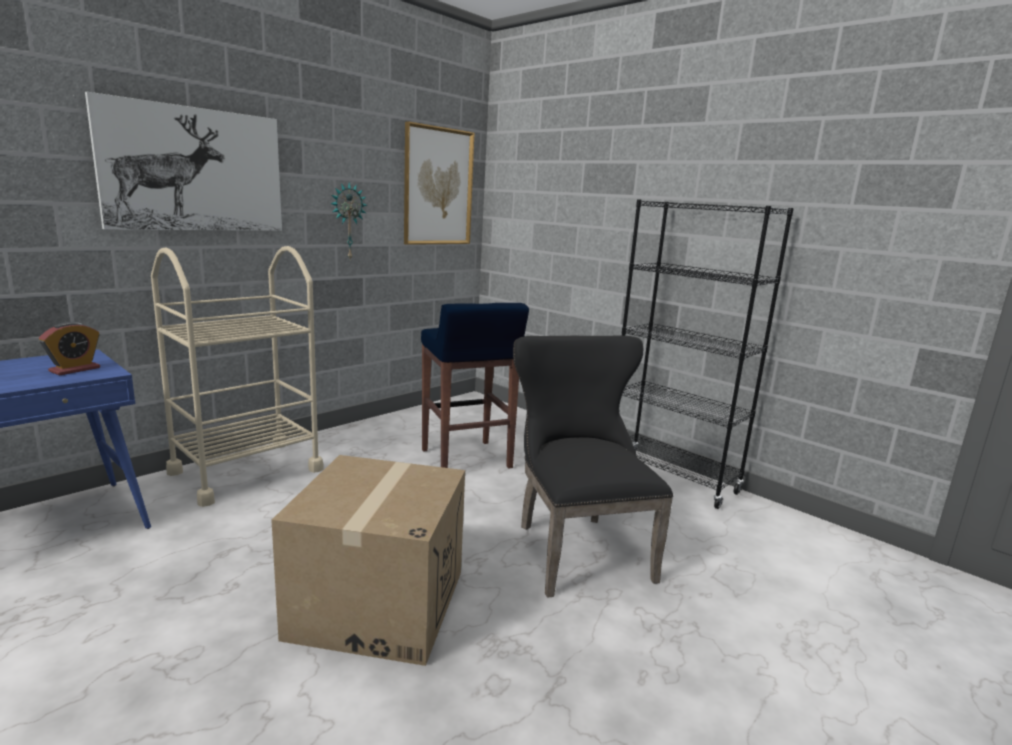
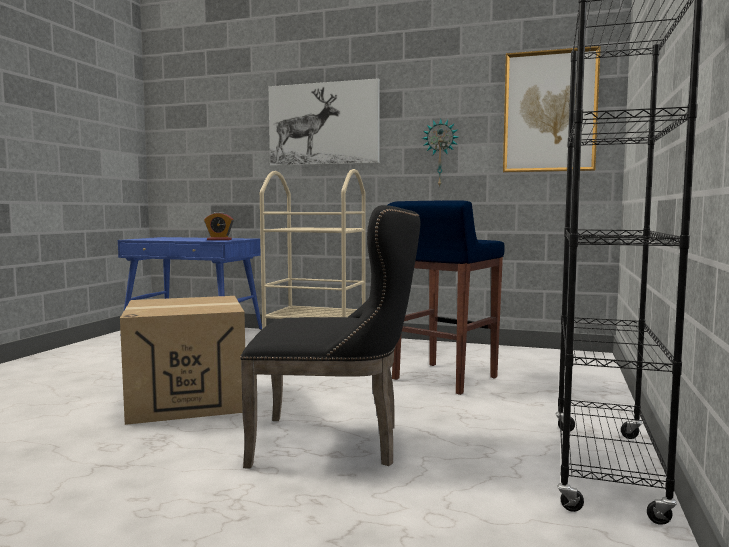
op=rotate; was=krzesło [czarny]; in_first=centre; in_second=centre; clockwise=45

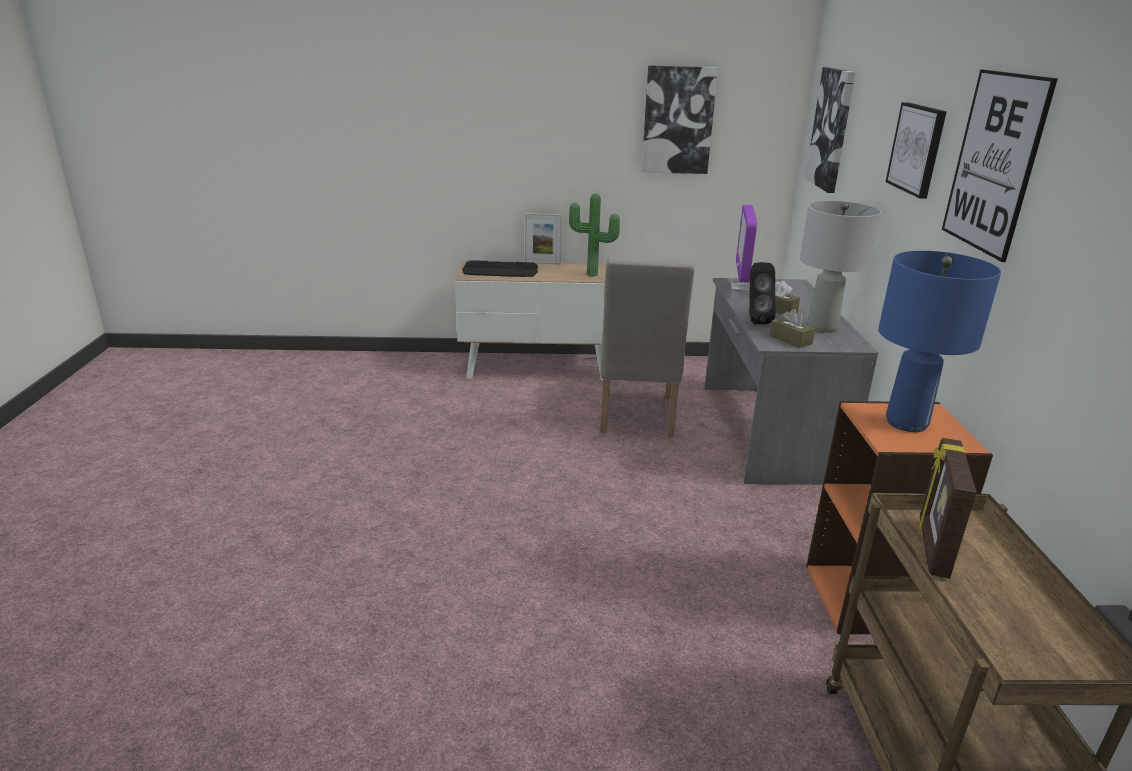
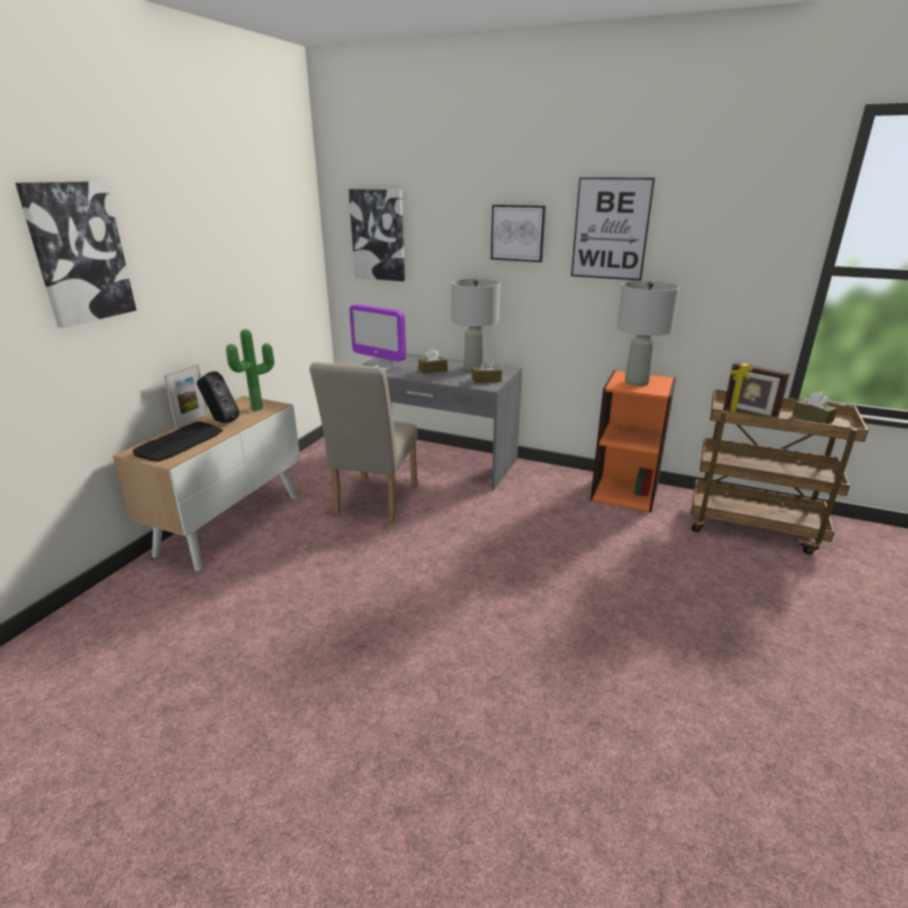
op=rotate; was=krzesło [beżowy]; in_first=centre; in_second=centre; clockwise=75
op=move; was=obraz (1st from left); in_first=top centre; in_second=top left
op=move; was=głośnik [czarny]; in_first=middle right; in_second=middle left
op=recolor; was=lampa stołowa [niebieski]; now=lampa stołowa [szary] (2nd from left); in_first=middle right; in_second=middle right
op=insert; now=pudełko chusteczek [brązowy] (3rd from left); in_second=middle right

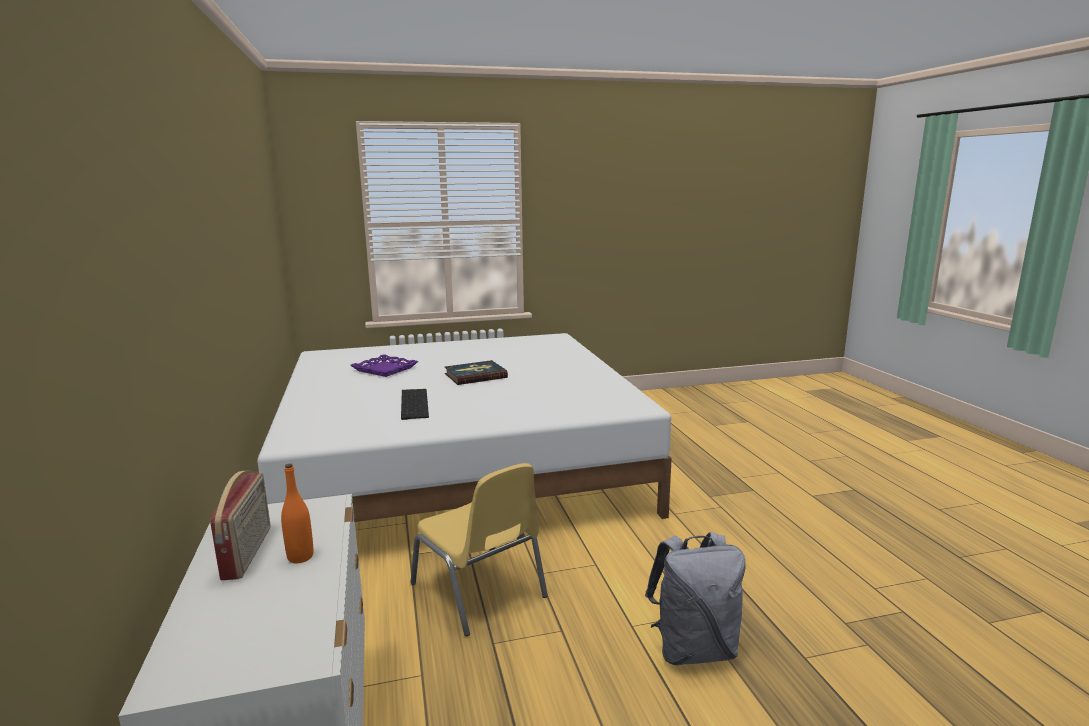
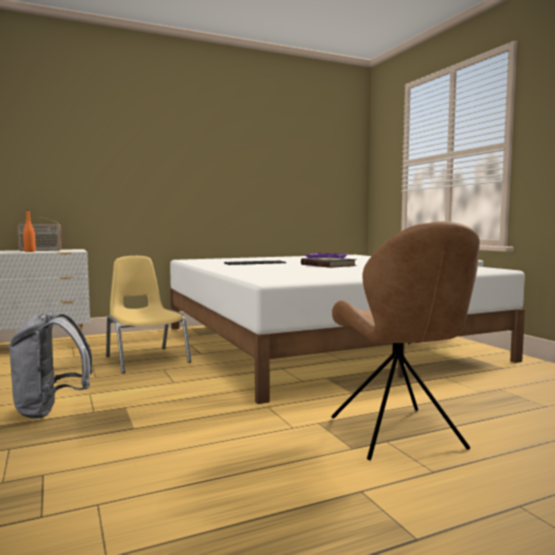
op=rotate; was=krzesło [żółty]; in_first=bottom centre; in_second=middle left; clockwise=105
op=insert; now=krzesło [brązowy]; in_second=middle right

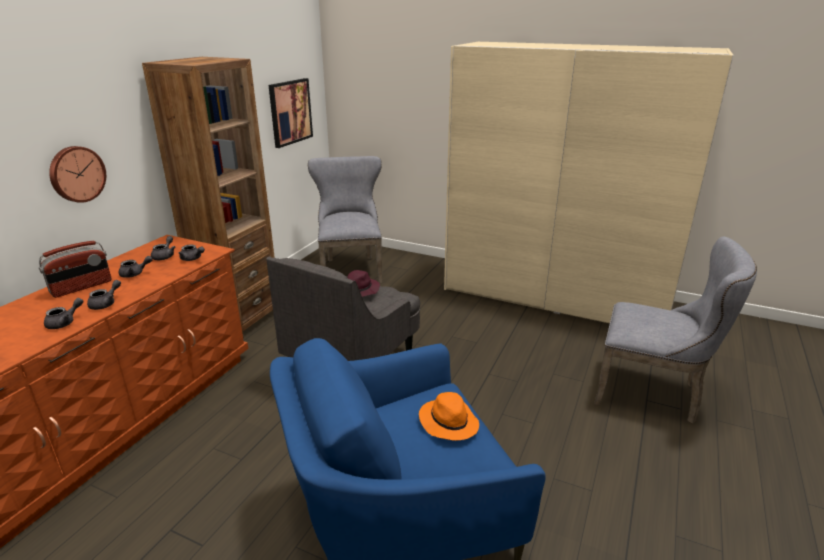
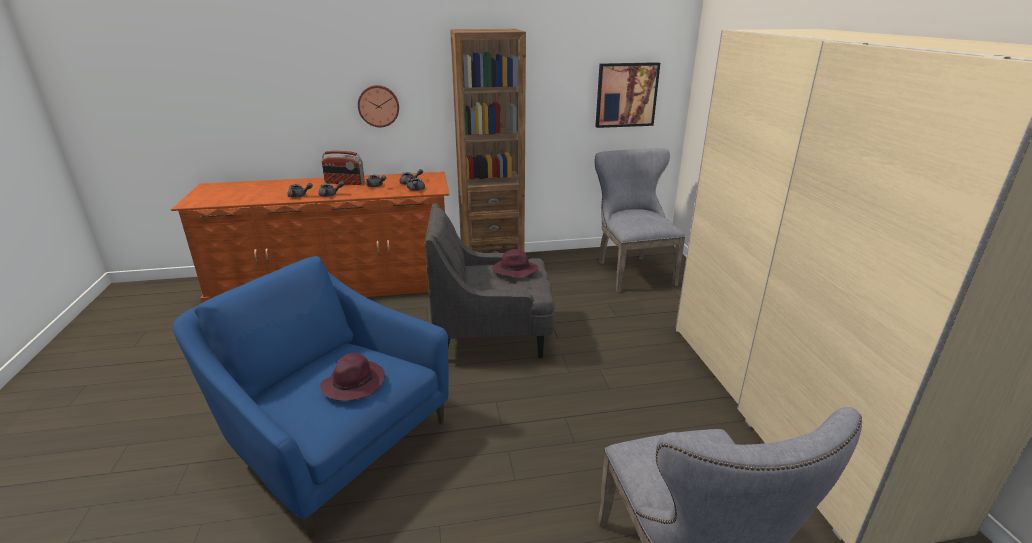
op=rotate; was=krzesło [szary] (1st from left); in_first=centre; in_second=centre; clockwise=-60
op=recolor; was=kapelusz [pomarańczowy]; now=kapelusz [fioletowy] (1st from left); in_first=bottom centre; in_second=bottom centre

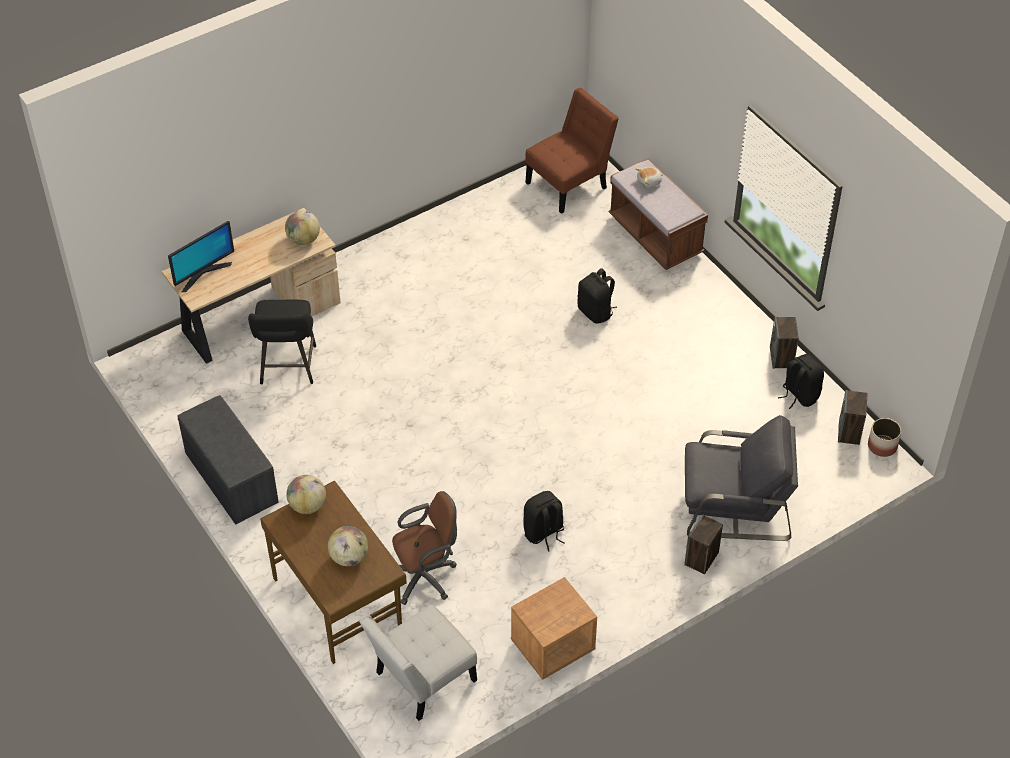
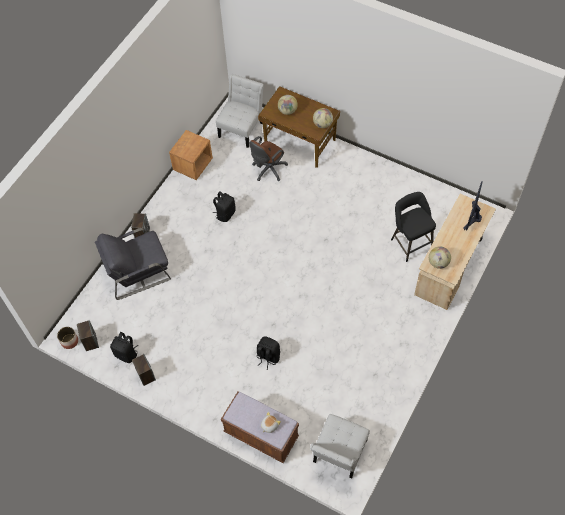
op=delete; was=ławka [szary]; in_first=middle left
op=recolor; was=krzesło [brązowy]; now=krzesło [biały] (2nd from left); in_first=top centre; in_second=bottom centre

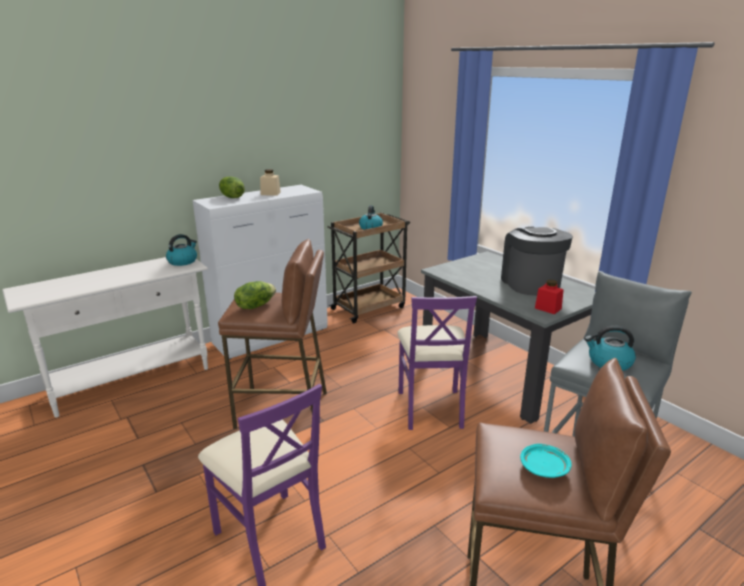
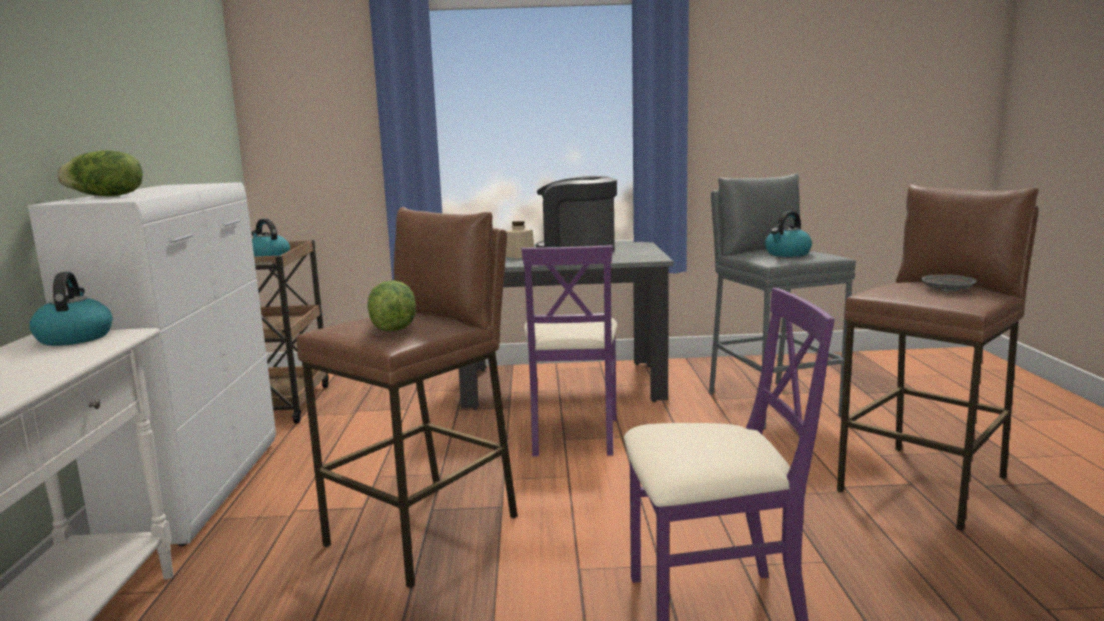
op=move; was=słoik [beżowy]; in_first=top centre; in_second=centre
op=rotate; was=krzesło [fioletowy] (2nd from left in the first image); in_first=centre; in_second=centre; clockwise=60
op=recolor; was=talerz [turkusowy]; now=talerz [szary]; in_first=bottom right; in_second=middle right
op=delete; was=słoik [czerwony]; in_first=middle right

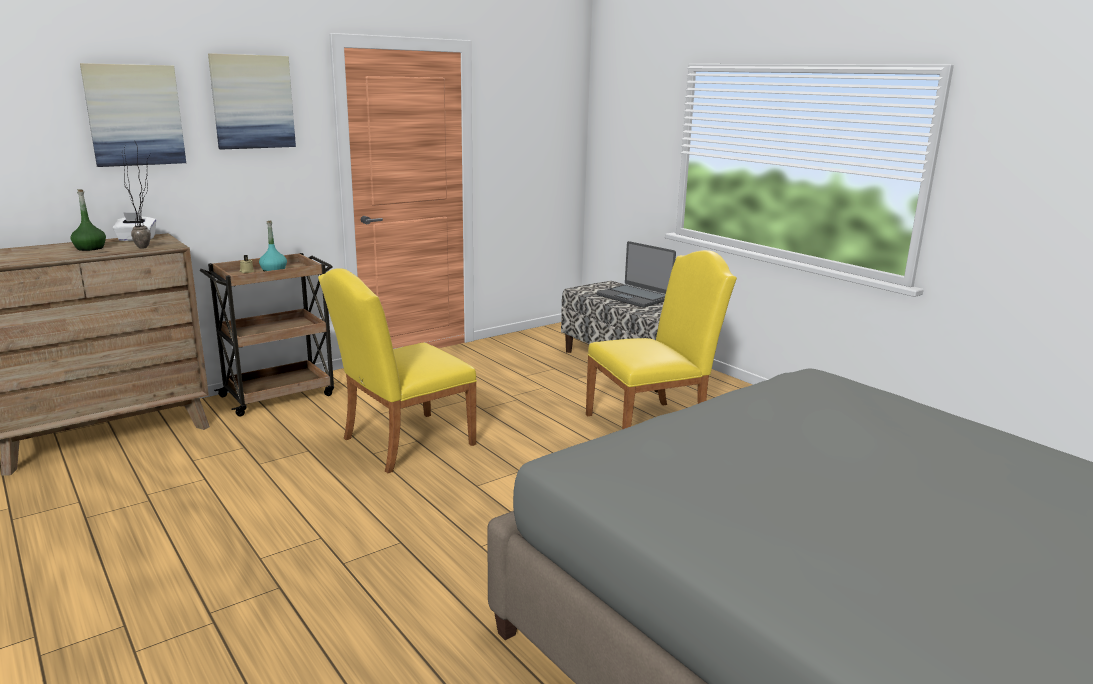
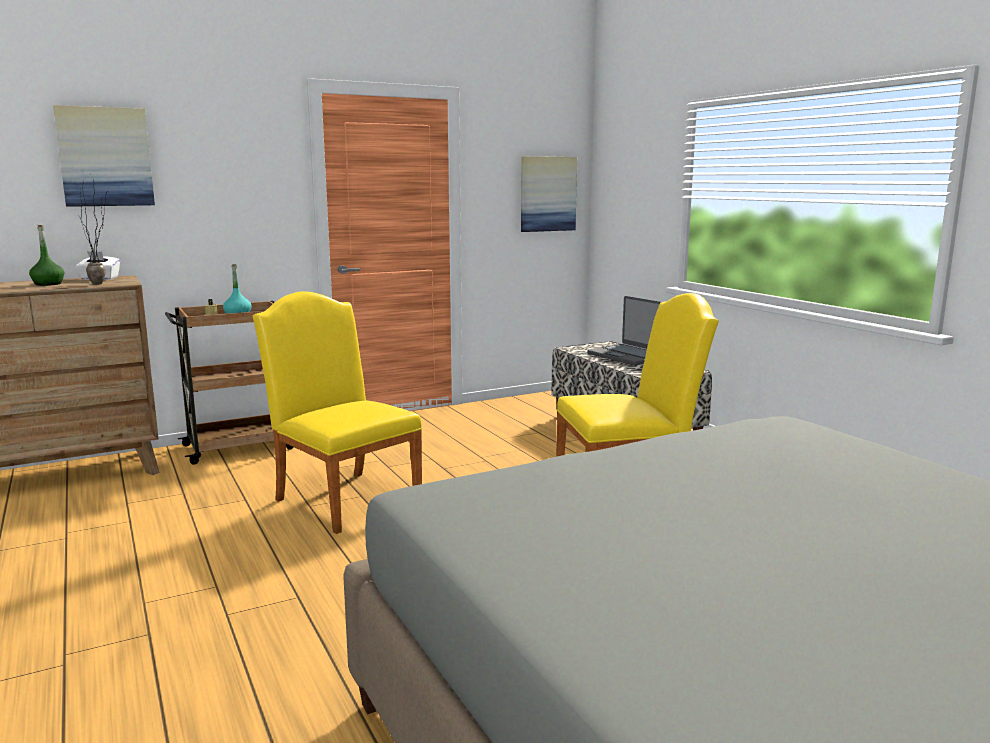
op=move; was=obraz (2nd from left); in_first=top left; in_second=top centre
op=rotate; was=krzesło [żółty] (1st from left); in_first=centre; in_second=centre; clockwise=75

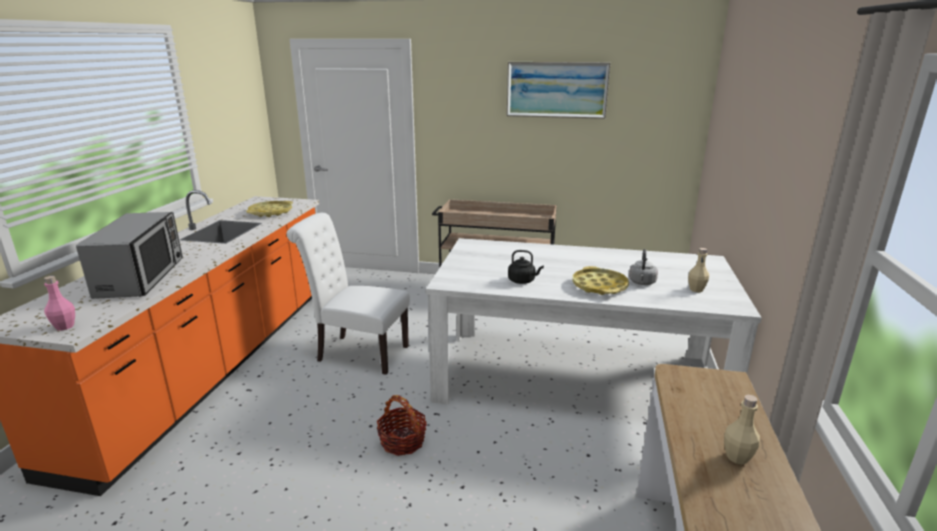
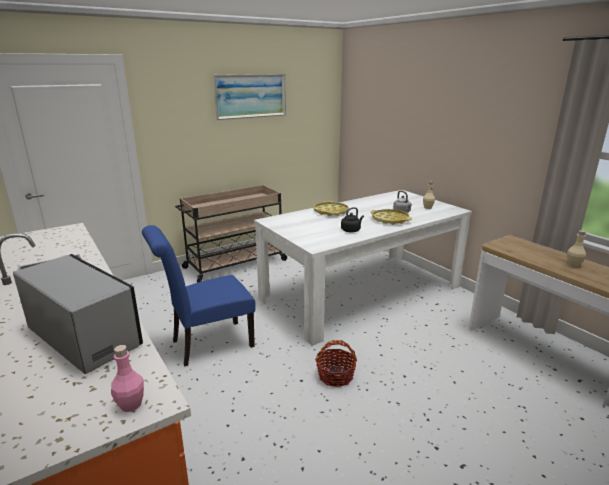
op=move; was=taca [żółty] (1st from left); in_first=middle left; in_second=centre
op=recolor; was=krzesło [biały]; now=krzesło [niebieski]; in_first=centre; in_second=middle left

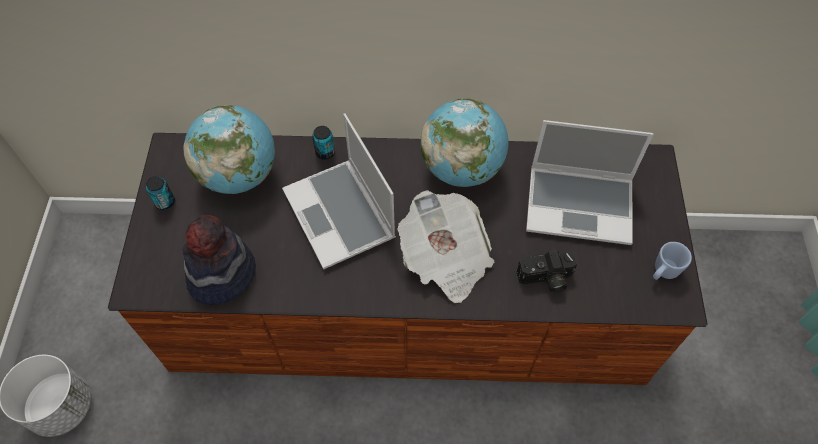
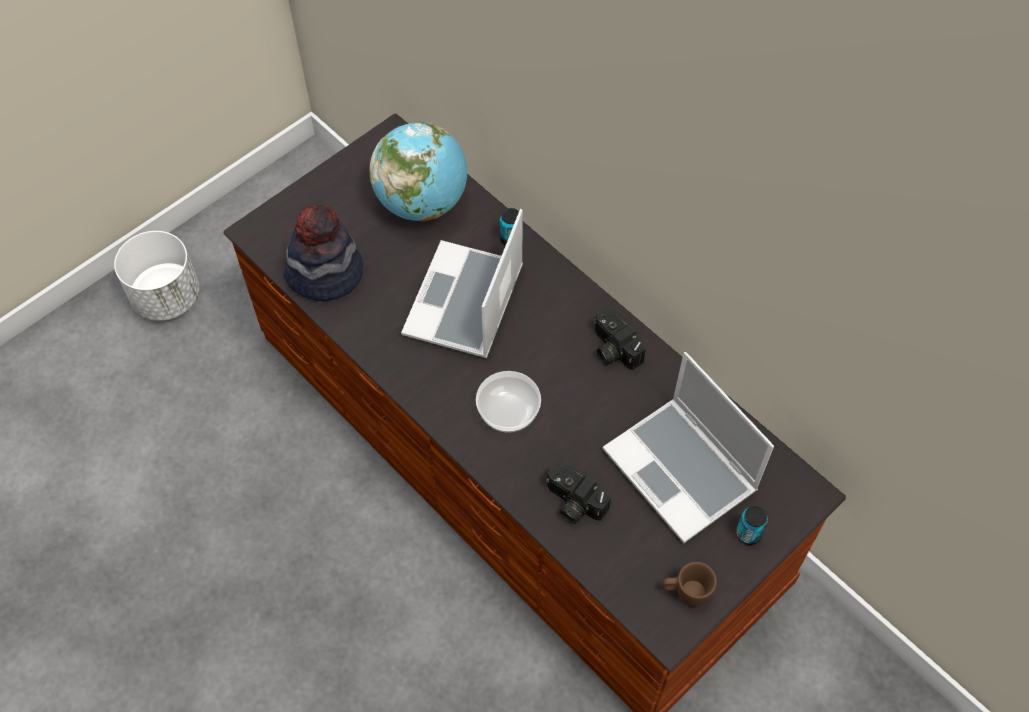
op=move; was=puszka (1st from left in the first image); now=puszka (2nd from left); in_first=middle left; in_second=bottom right
op=replace; was=gazeta; now=miska; in_first=centre; in_second=centre
op=replace; was=globus (2nd from left); now=aparat fotograficzny (2nd from left); in_first=top centre; in_second=centre
op=recolor; was=kubek [niebieski]; now=kubek [brązowy]; in_first=middle right; in_second=bottom right

